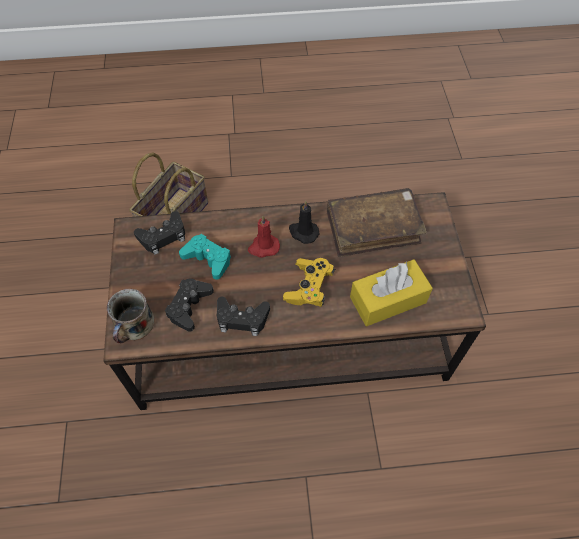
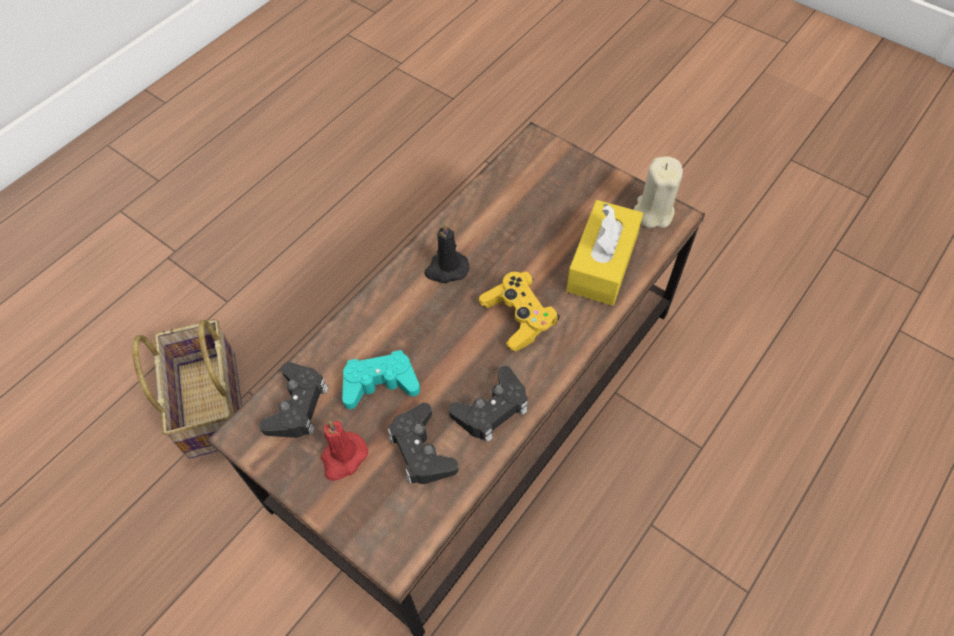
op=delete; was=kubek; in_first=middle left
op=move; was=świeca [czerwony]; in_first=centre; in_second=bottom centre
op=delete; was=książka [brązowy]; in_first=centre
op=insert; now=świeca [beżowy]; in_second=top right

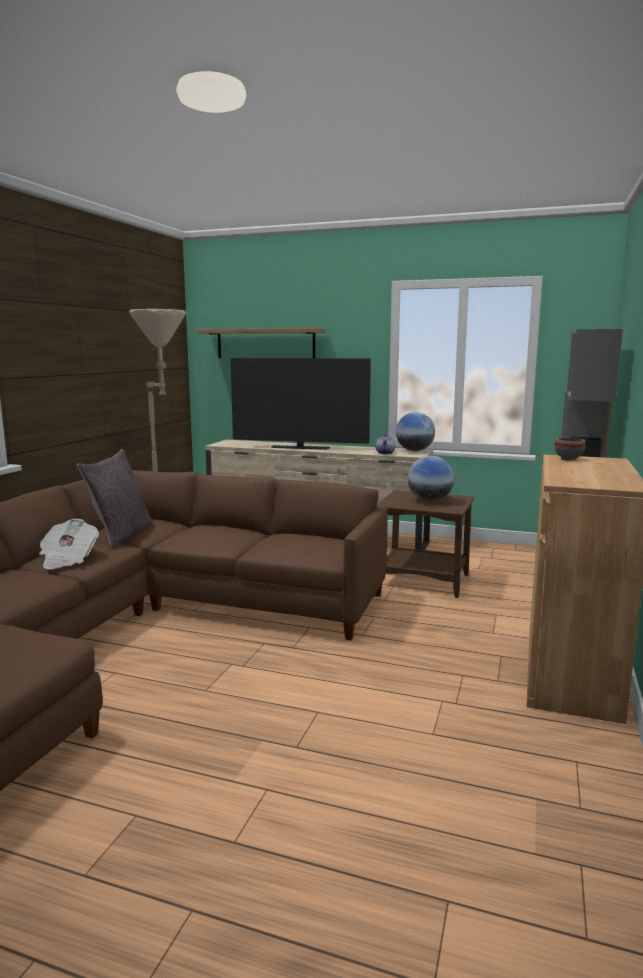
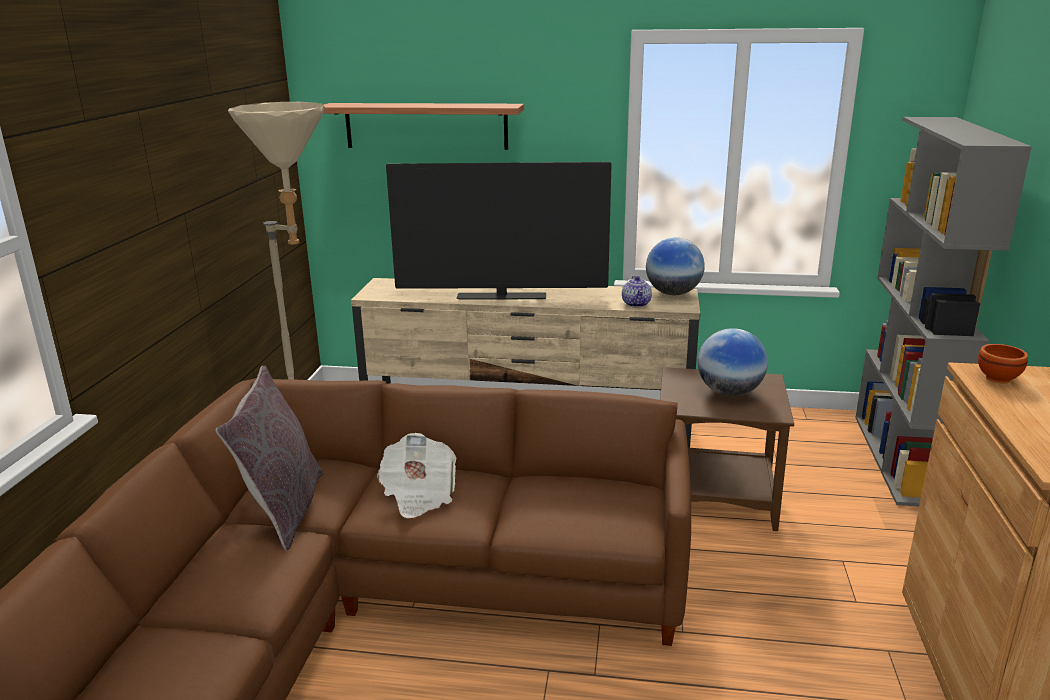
op=move; was=gazeta; in_first=middle left; in_second=bottom centre
op=recolor; was=miska [szary]; now=miska [brązowy]; in_first=middle right; in_second=middle right

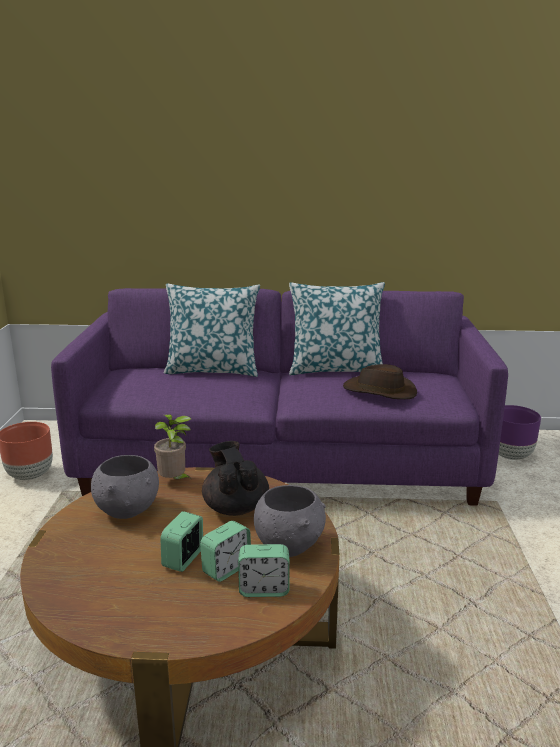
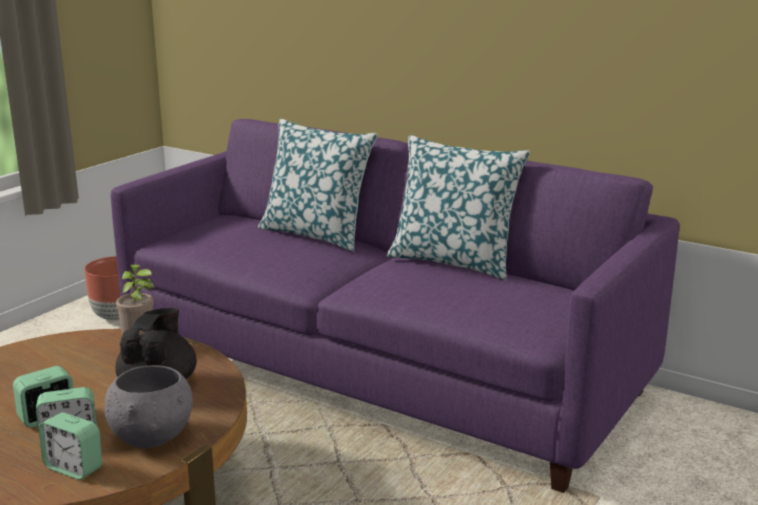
op=delete; was=miska [szary] (1st from left); in_first=middle left
op=delete; was=kapelusz [brązowy]; in_first=middle right
op=delete; was=donica [fioletowy]; in_first=middle right

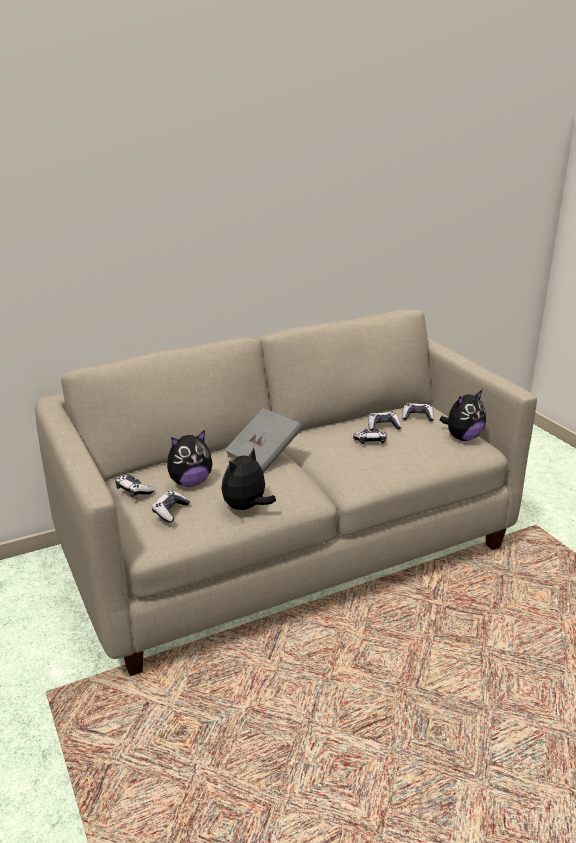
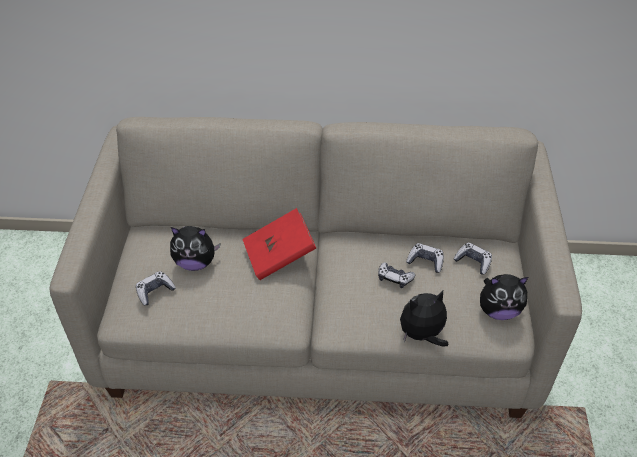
op=delete; was=pad do gier (1st from left); in_first=middle left
op=move; was=pluszak (2nd from left); in_first=centre; in_second=bottom centre
op=recolor; was=książka [szary]; now=książka [czerwony]; in_first=centre; in_second=centre

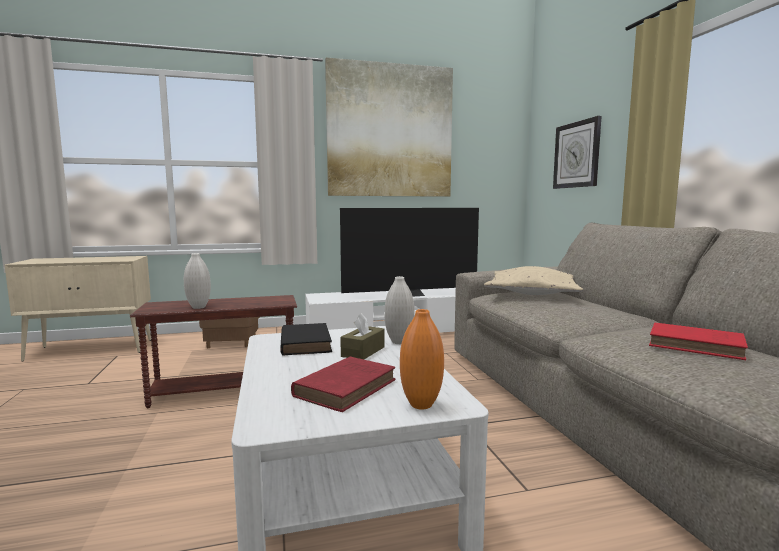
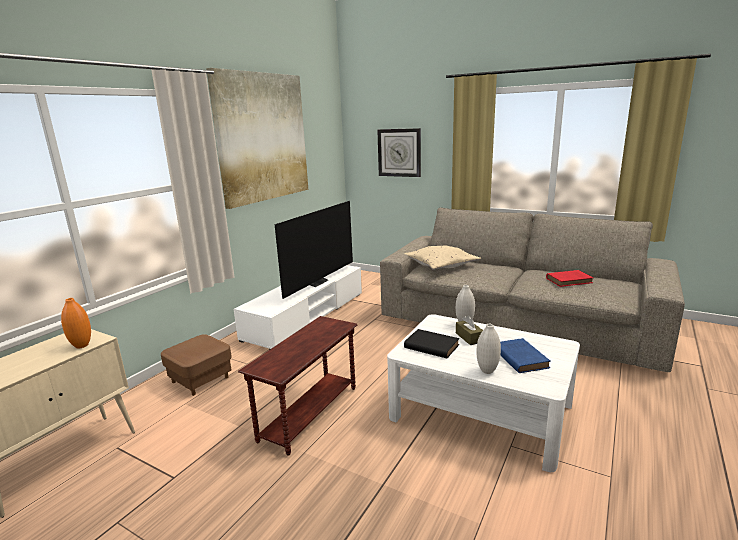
op=move; was=wazon [biały] (1st from left in the first image); now=wazon [biały] (2nd from left); in_first=middle left; in_second=centre
op=recolor; was=książka [czerwony] (1st from left); now=książka [niebieski]; in_first=bottom centre; in_second=middle right
op=move; was=wazon [pomarańczowy]; in_first=centre; in_second=middle left

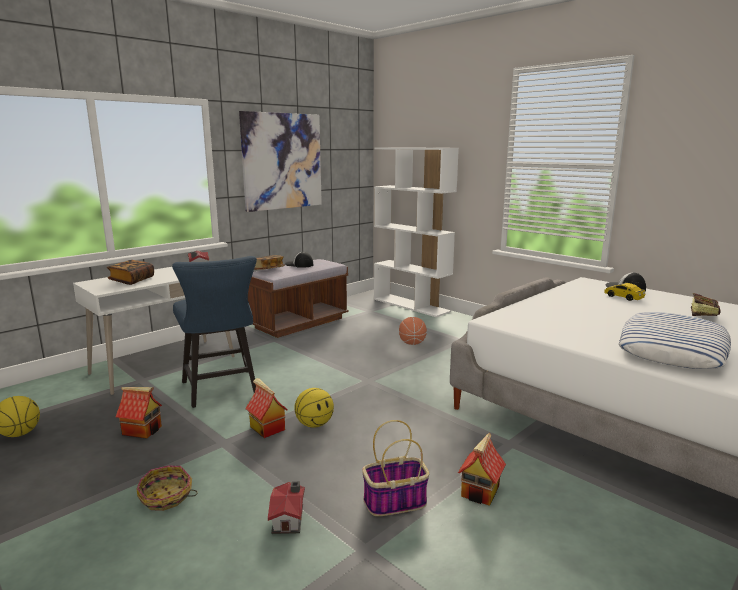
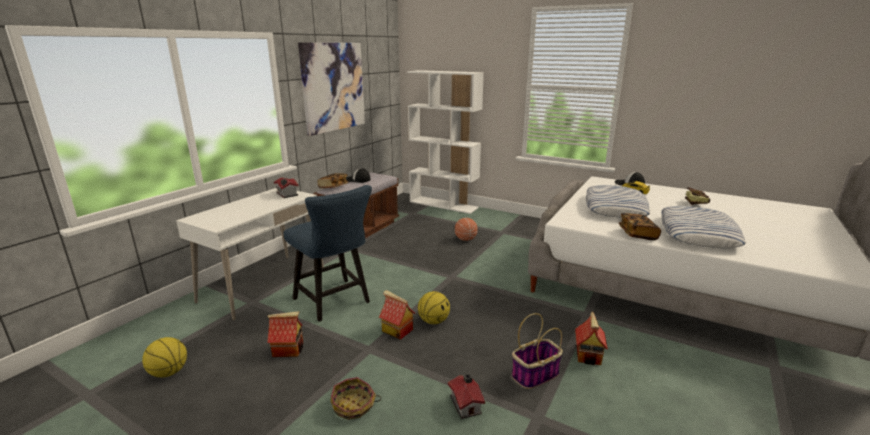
op=move; was=książka (1st from left in the first image); now=książka (2nd from left); in_first=middle left; in_second=middle right
op=insert; now=poduszka (1st from left); in_second=middle right

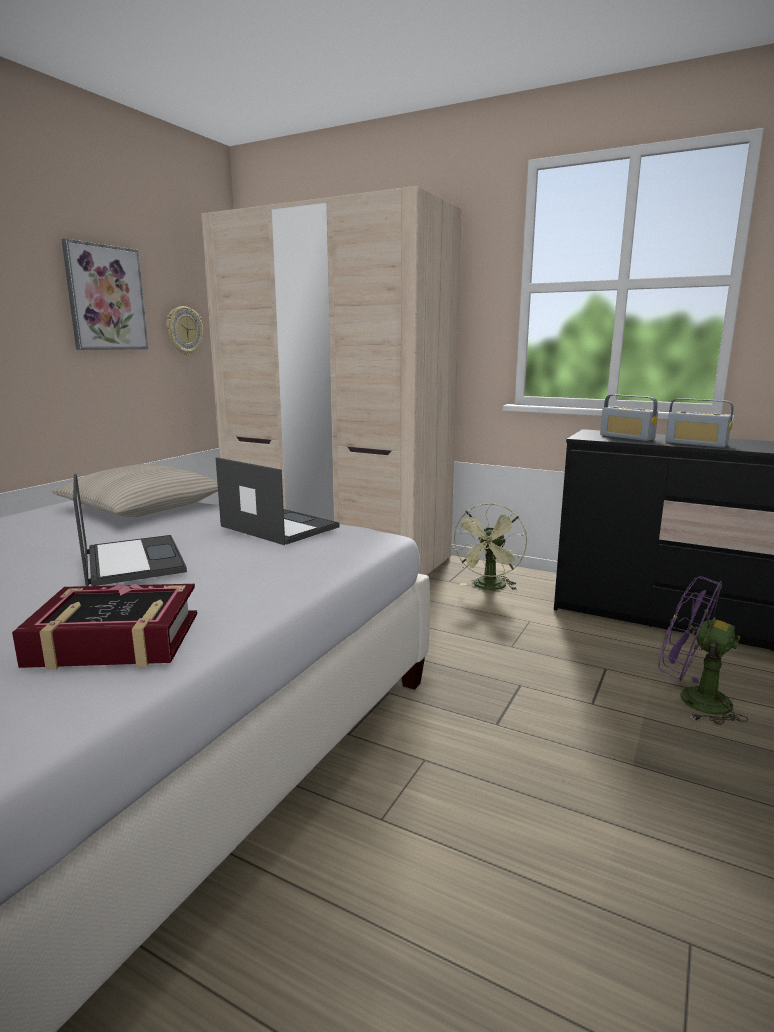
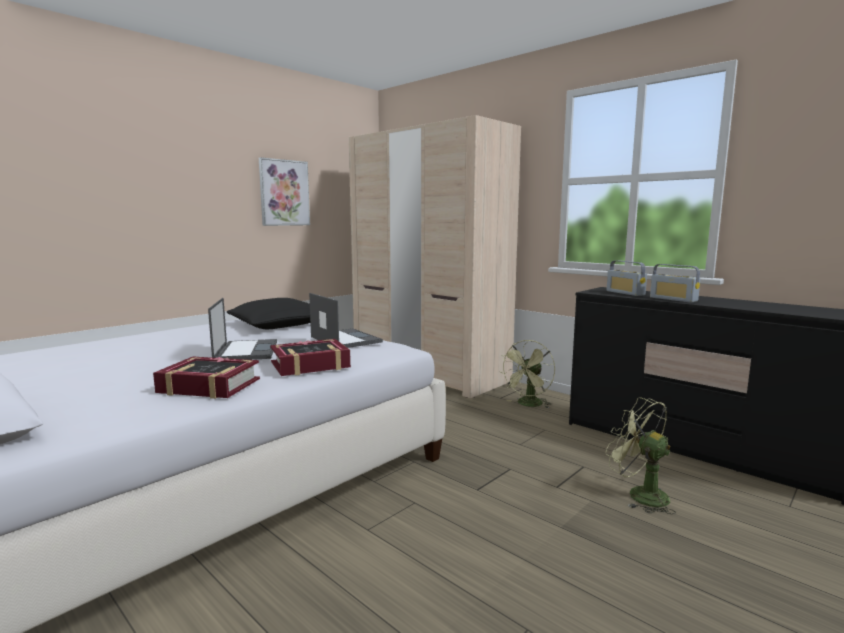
op=recolor; was=poduszka [beżowy]; now=poduszka [czarny]; in_first=middle left; in_second=middle left
op=delete; was=zegar ścienny; in_first=top left
op=recolor; was=wentylator [fioletowy]; now=wentylator [zielony] (2nd from left); in_first=middle right; in_second=bottom right
op=insert; now=książka (2nd from left); in_second=centre

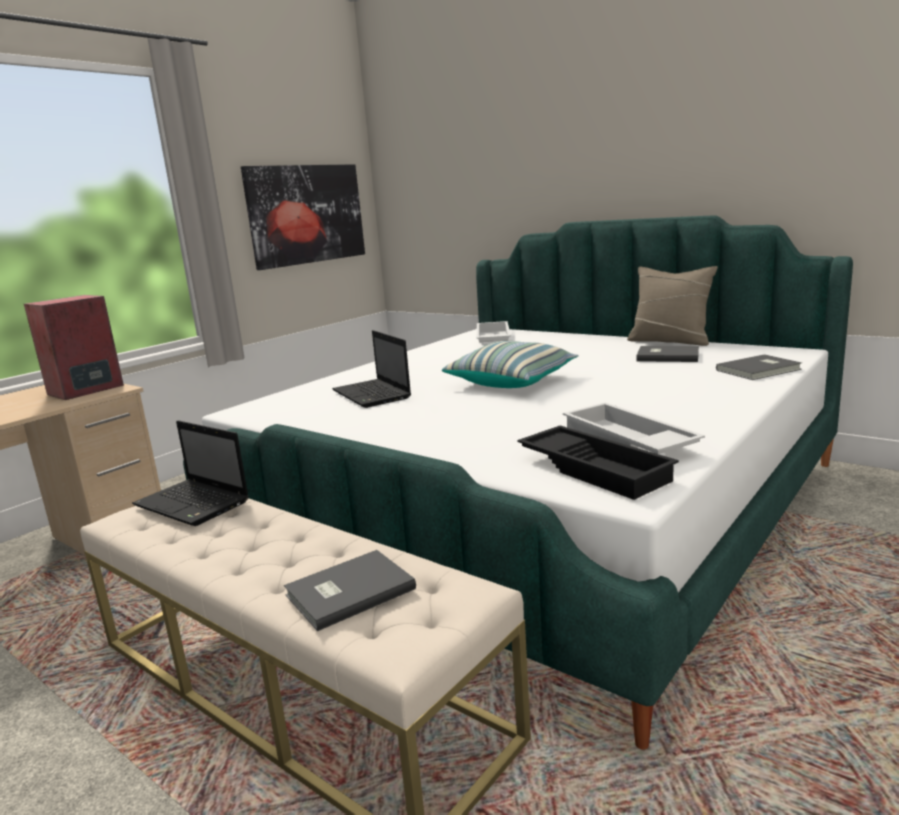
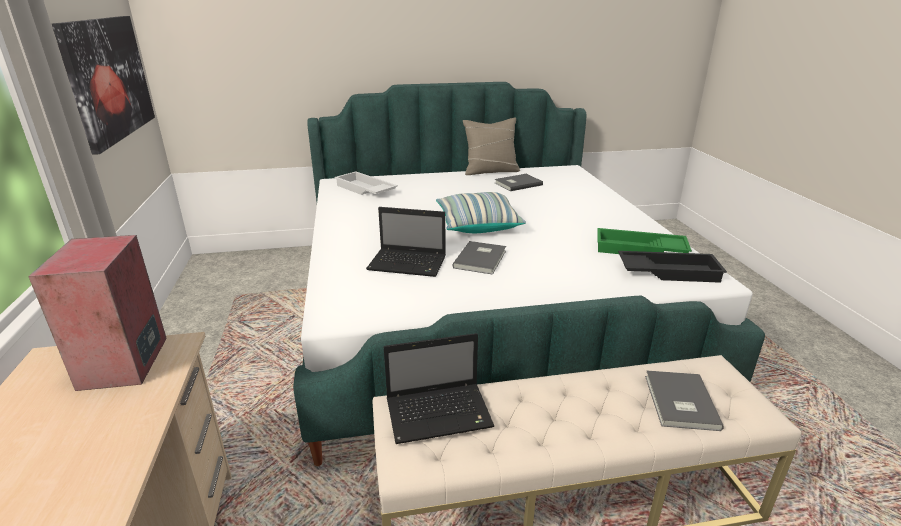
op=recolor; was=taca [biały] (2nd from left); now=taca [zielony]; in_first=middle right; in_second=middle right
op=move; was=książka [szary] (3rd from left in the first image); now=książka [szary] (1st from left); in_first=middle right; in_second=centre

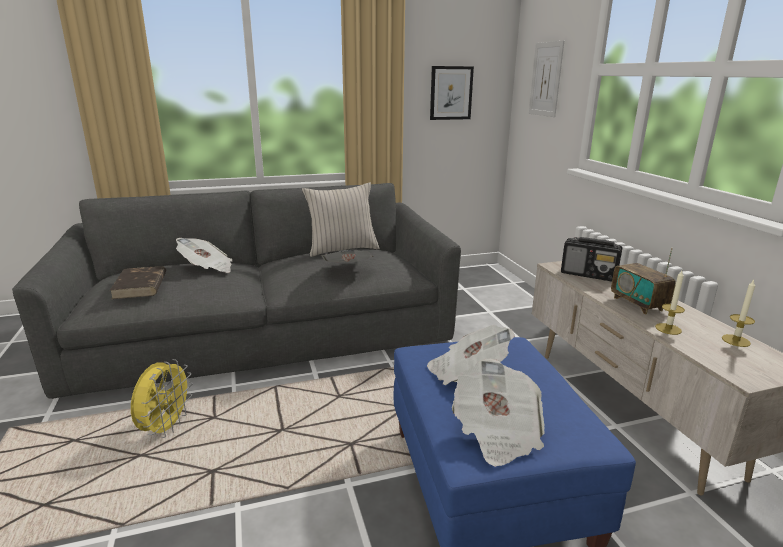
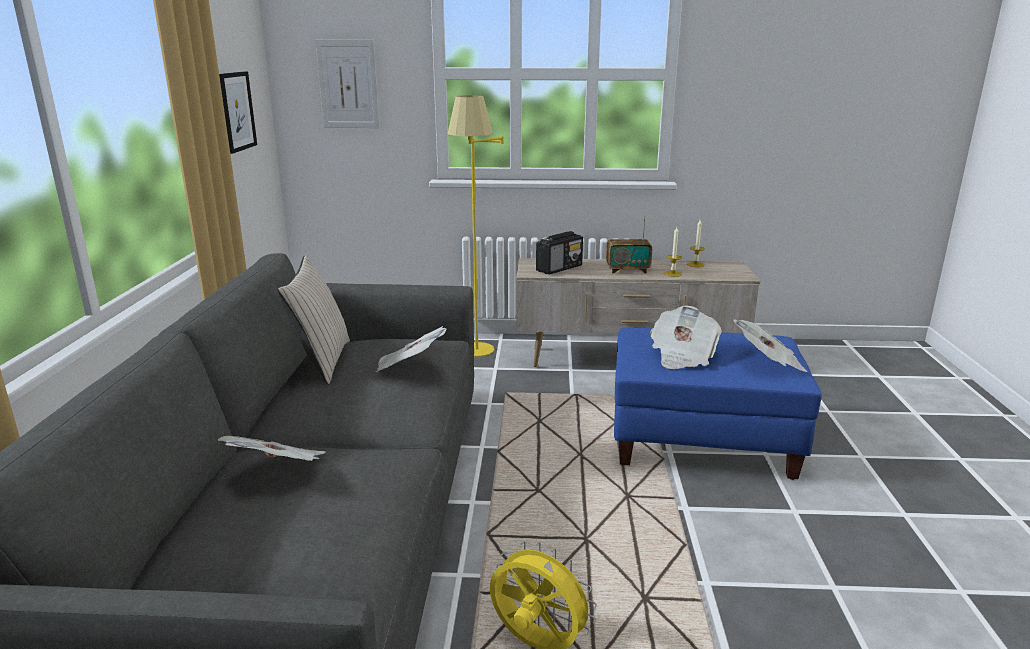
op=delete; was=książka [brązowy]; in_first=middle left
op=insert; now=lampa stojąca [żółty]; in_second=centre

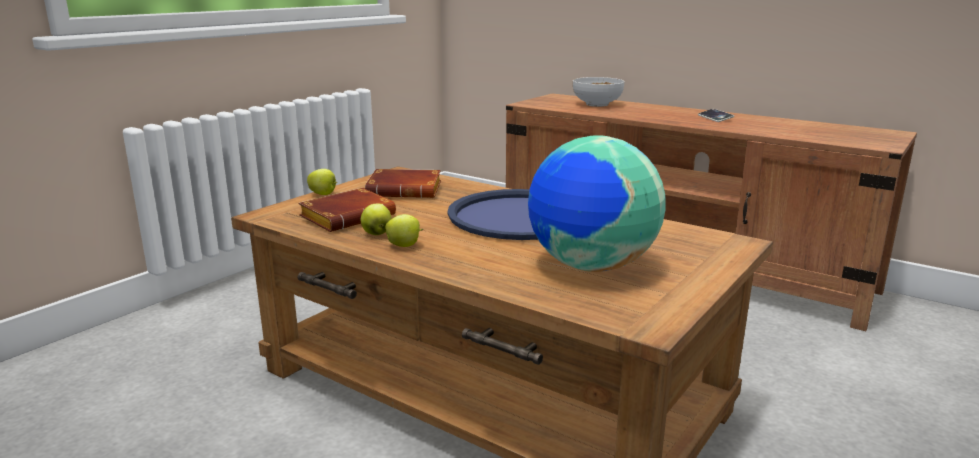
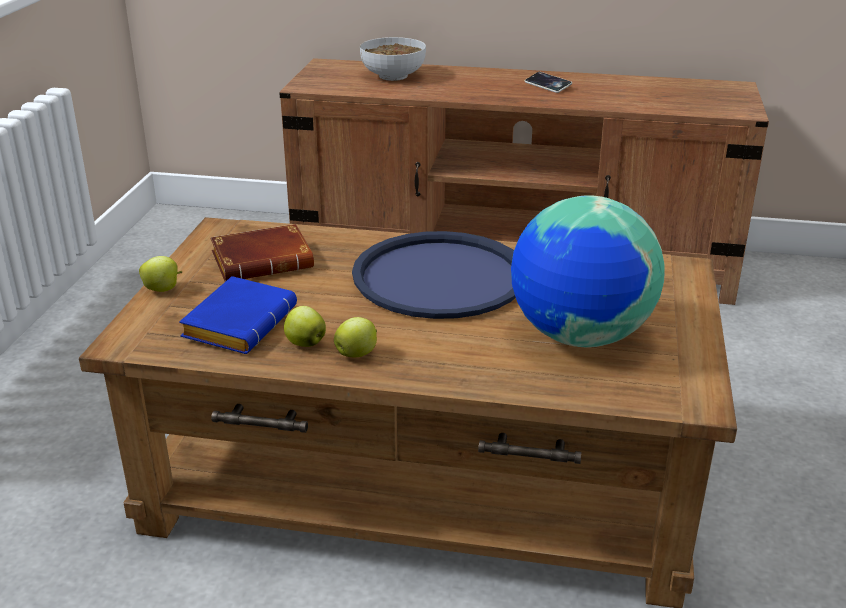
op=recolor; was=książka [brązowy] (1st from left); now=książka [niebieski]; in_first=centre; in_second=middle left

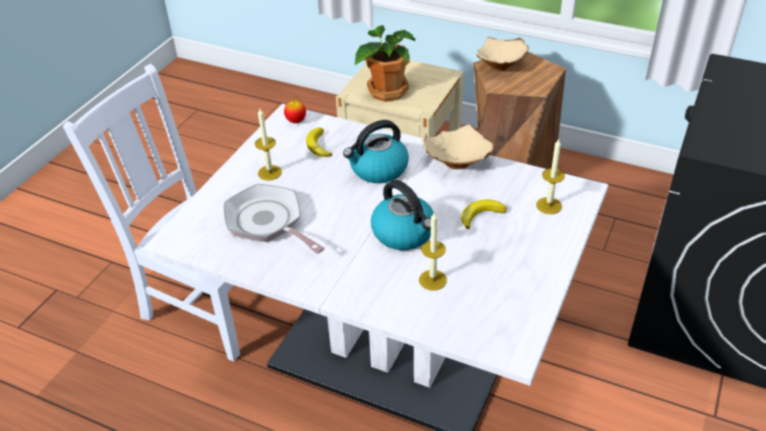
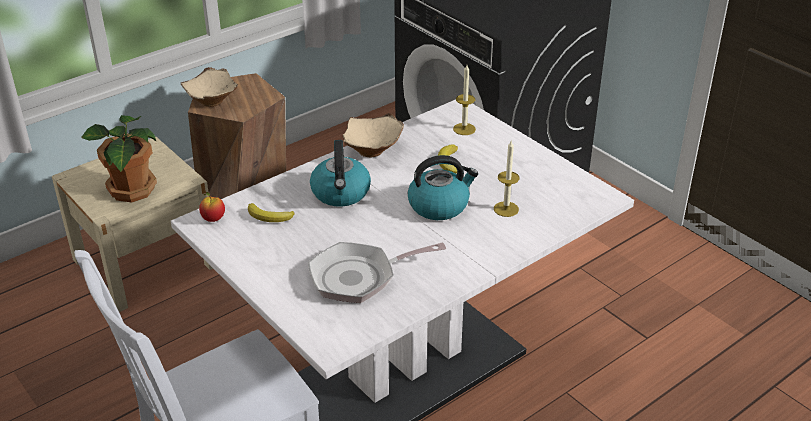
op=delete; was=świeca (1st from left); in_first=centre

